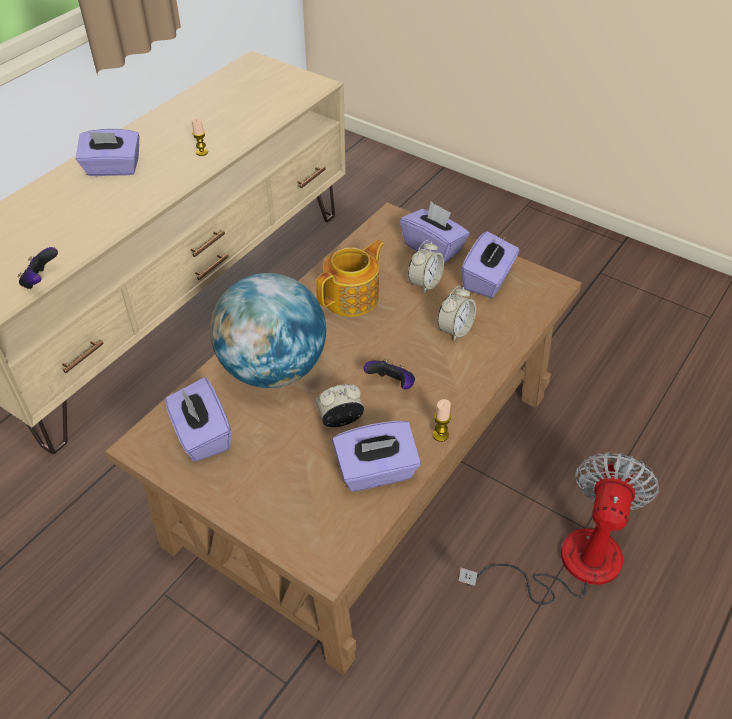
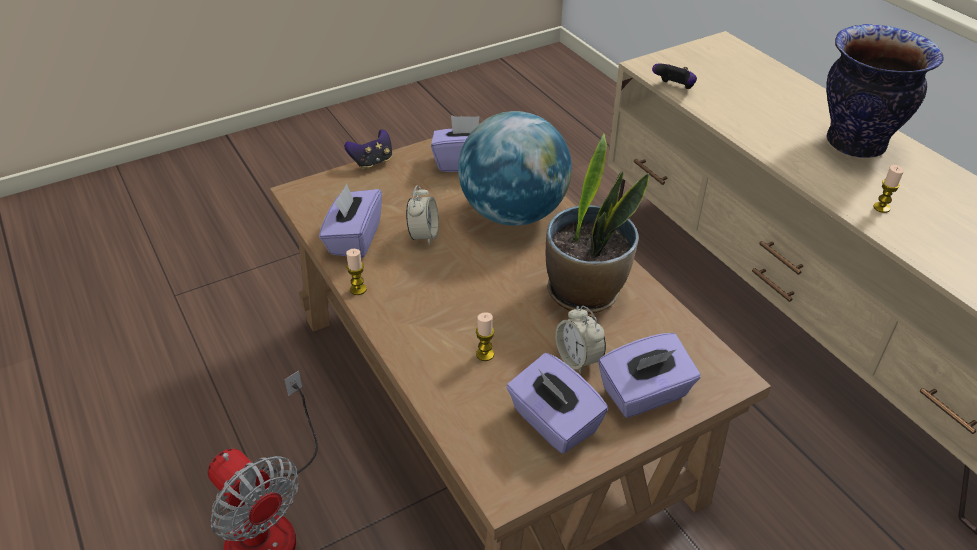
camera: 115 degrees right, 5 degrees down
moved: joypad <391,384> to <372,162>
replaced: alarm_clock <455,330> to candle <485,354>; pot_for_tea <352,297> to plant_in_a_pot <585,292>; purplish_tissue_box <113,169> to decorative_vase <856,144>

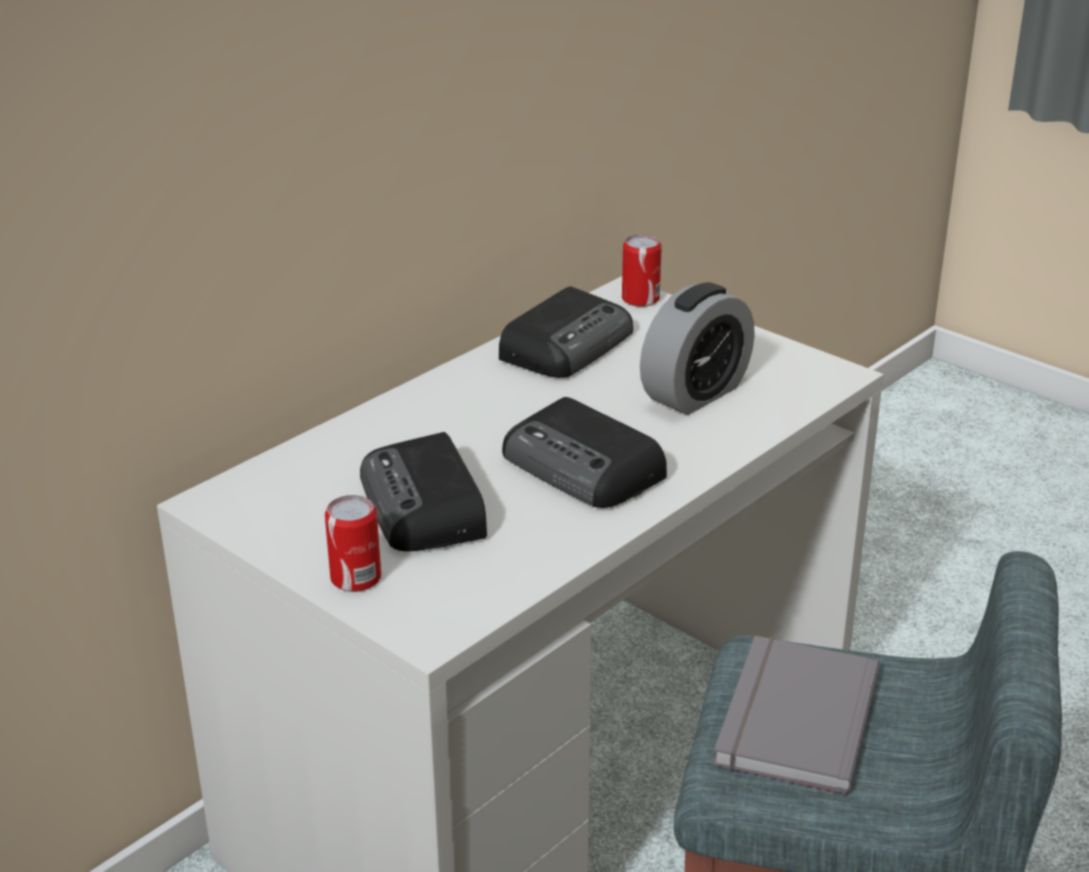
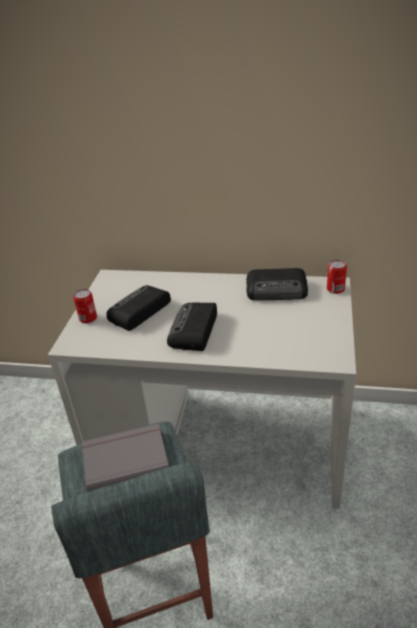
camera: 60 degrees right, 5 degrees up
removed: alarm_clock <695,393>

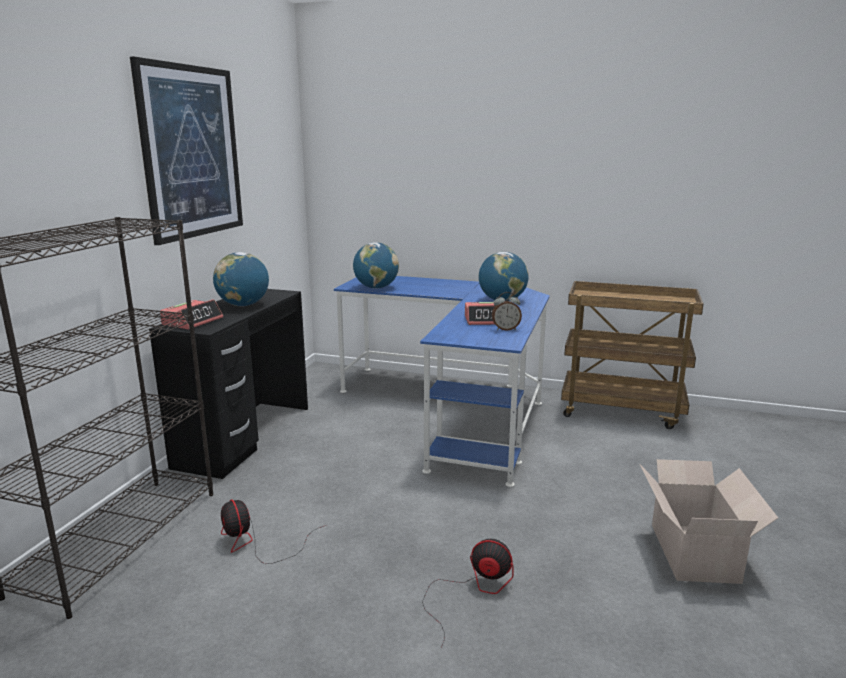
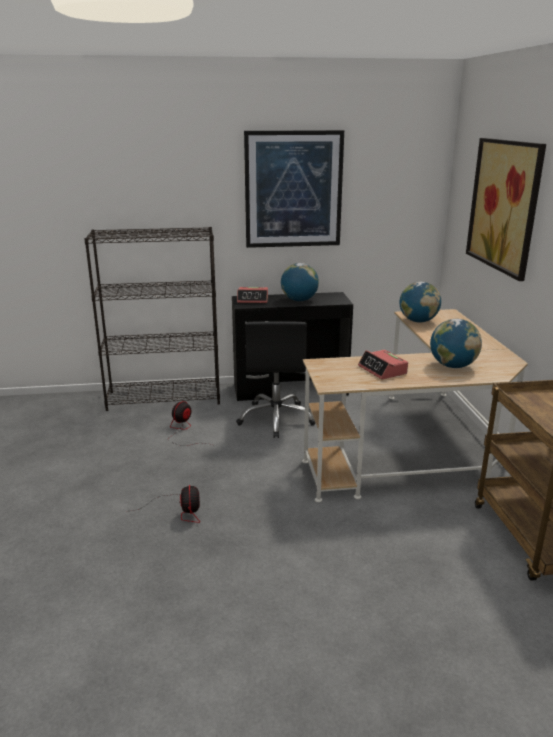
camera: 65 degrees right, 5 degrees up
removed: alarm_clock <505,329>; cardboard_box <693,551>
added: black_office_chair <276,419>; picture <504,205>
recoloured: blue-coloured_desk_table <454,409> to beige_desk_table <418,448>

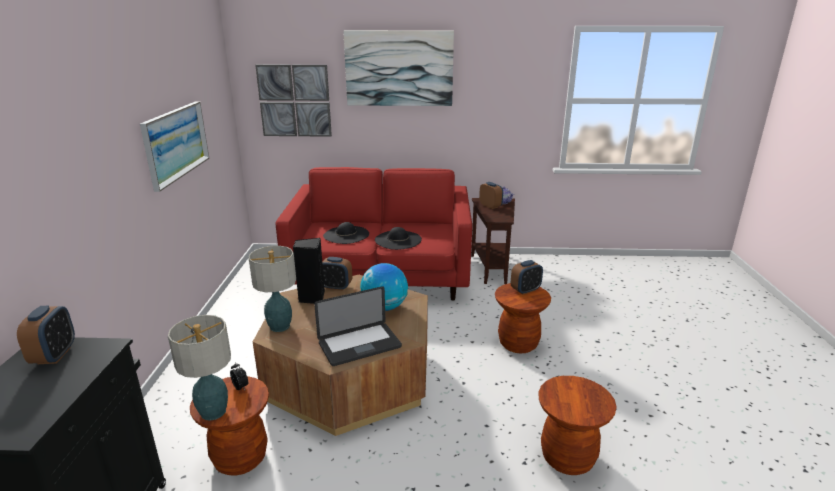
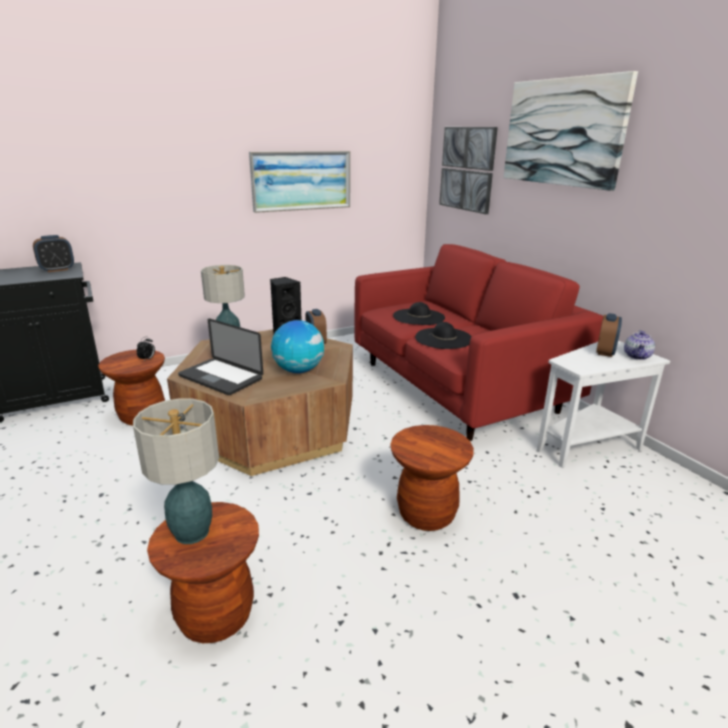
camera: 60 degrees right, 0 degrees up
removed: alarm_clock <525,290>
moved: tabletop_lamp <212,412> to <191,532>
recoloured: brownish_side_table <492,267> to whitish_side_table <587,445>

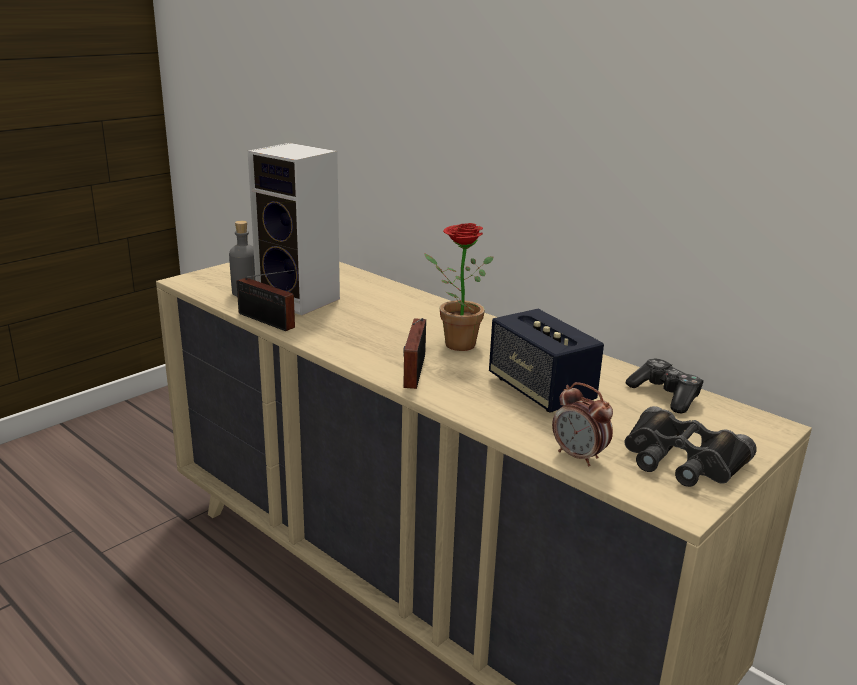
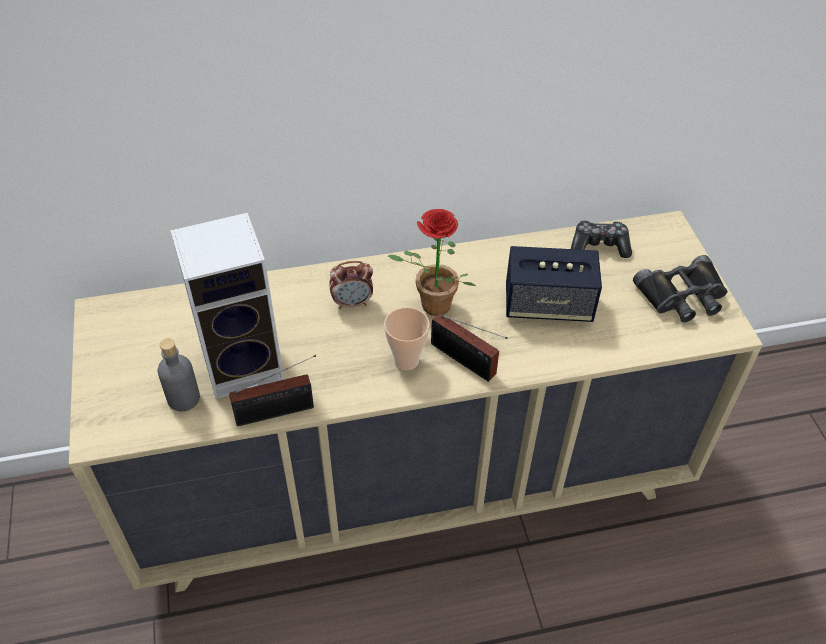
camera: 55 degrees left, 25 degrees up
added: cup <406,360>
moved: alarm_clock <579,456> to <352,303>

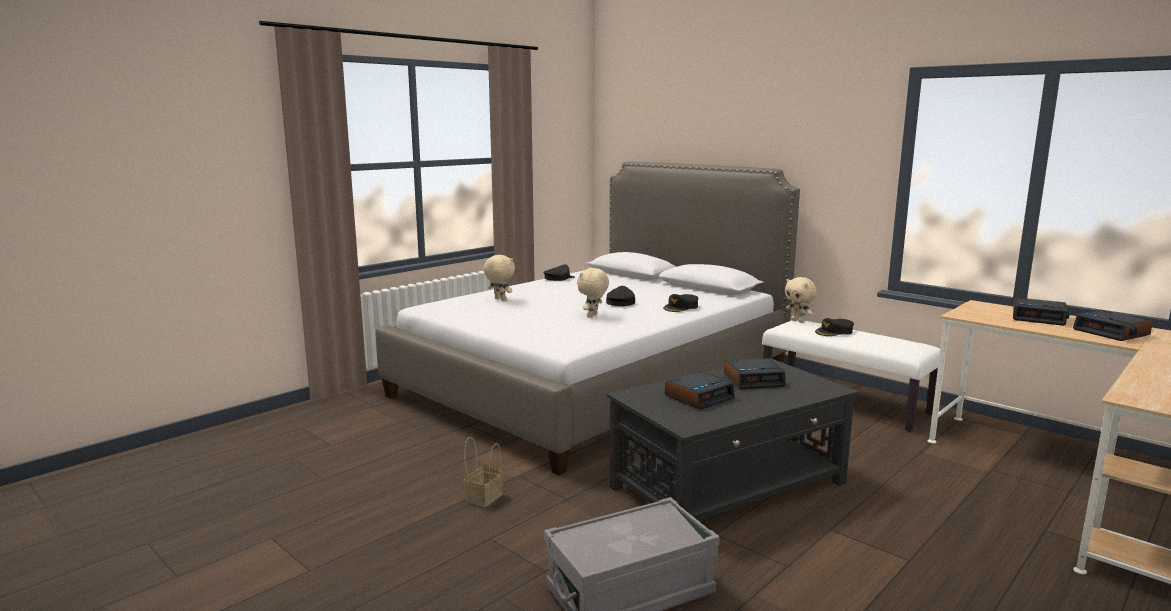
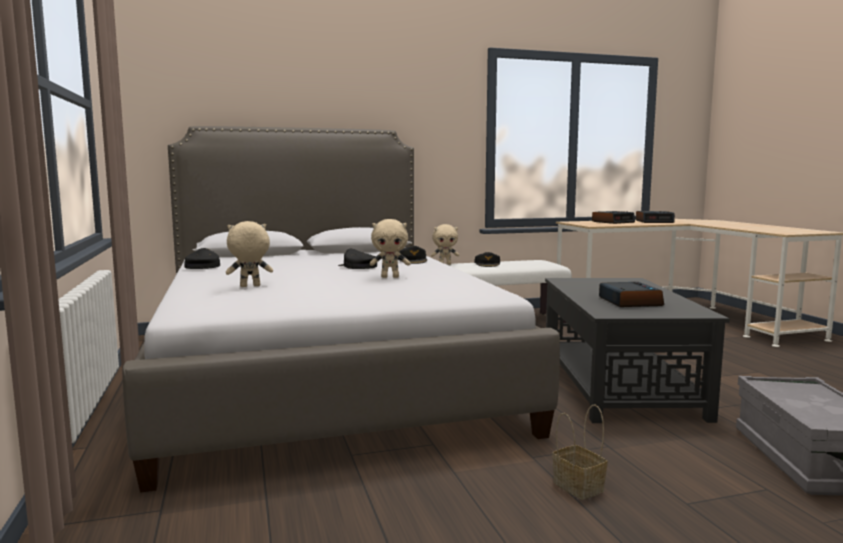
camera: 60 degrees left, 5 degrees down
removed: alarm_clock <754,380>
turned: beige_cuddly_toy <593,316> = <390,277> 60 degrees counterclockwise

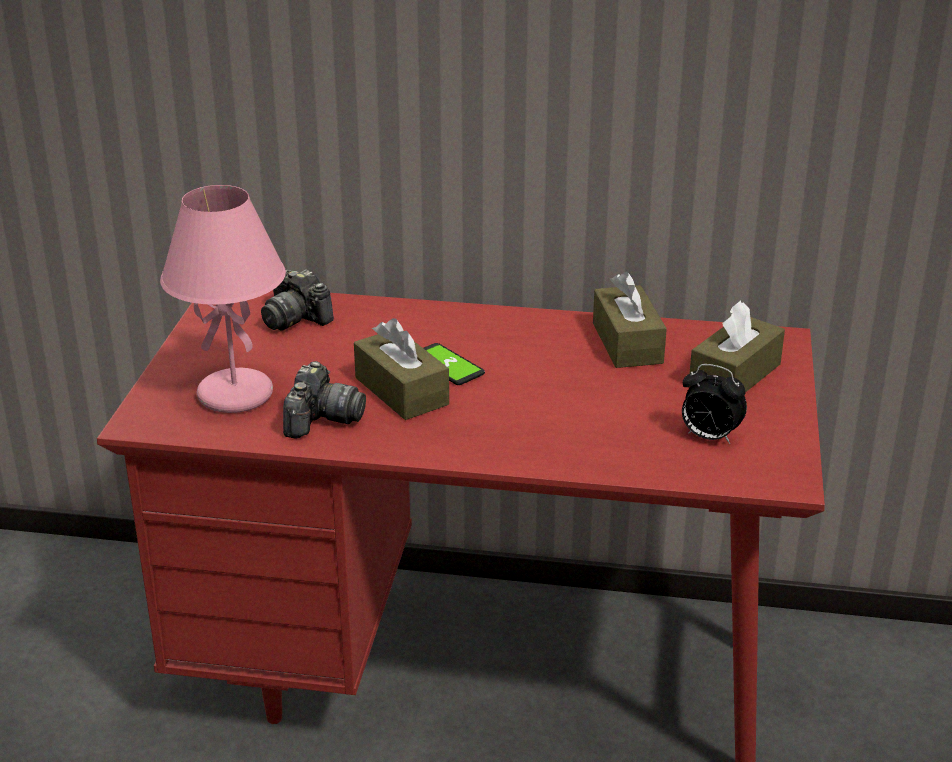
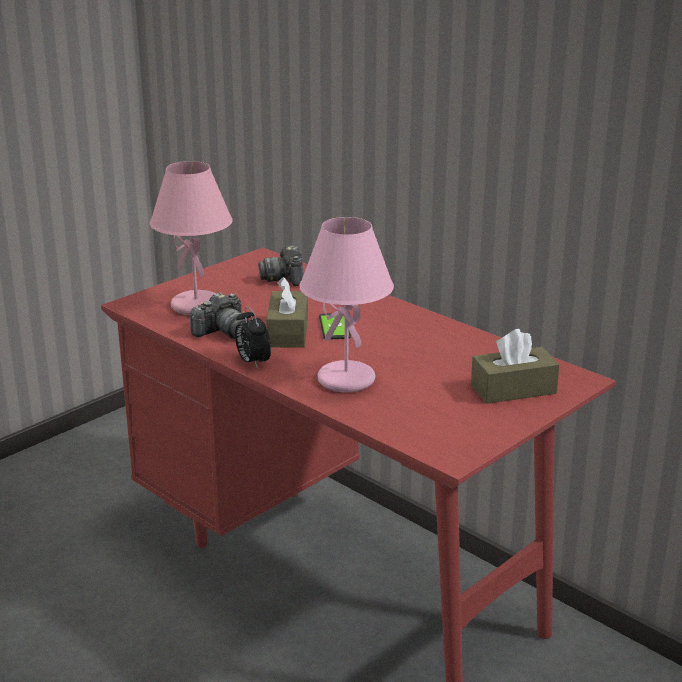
camera: 35 degrees right, 5 degrees down
removed: brownish_tissue_box <627,343>
added: pink-coloured_tabletop_lamp <347,379>
moved: alarm_clock <708,437> to <252,362>

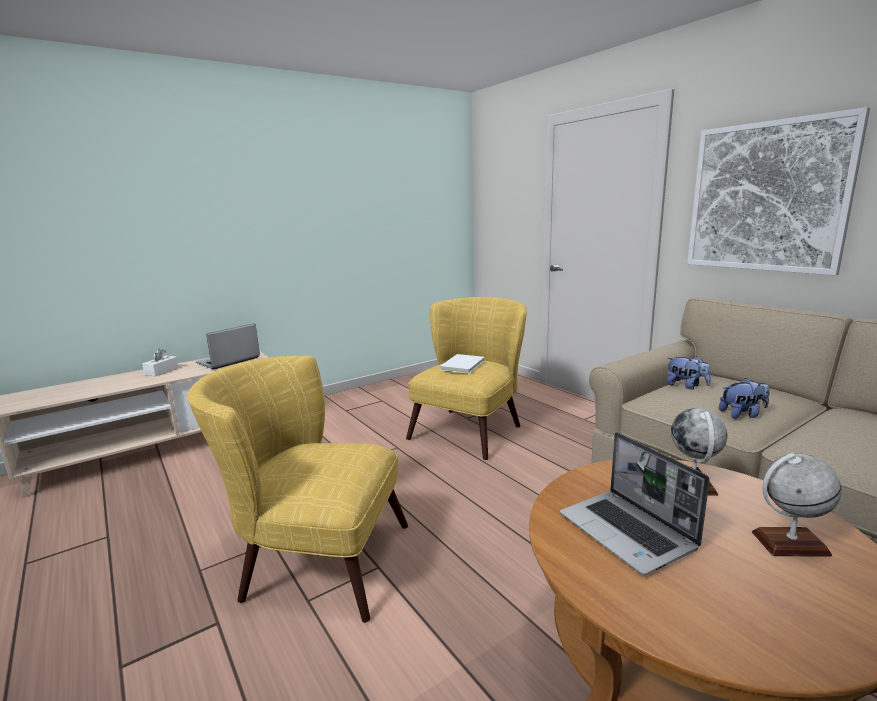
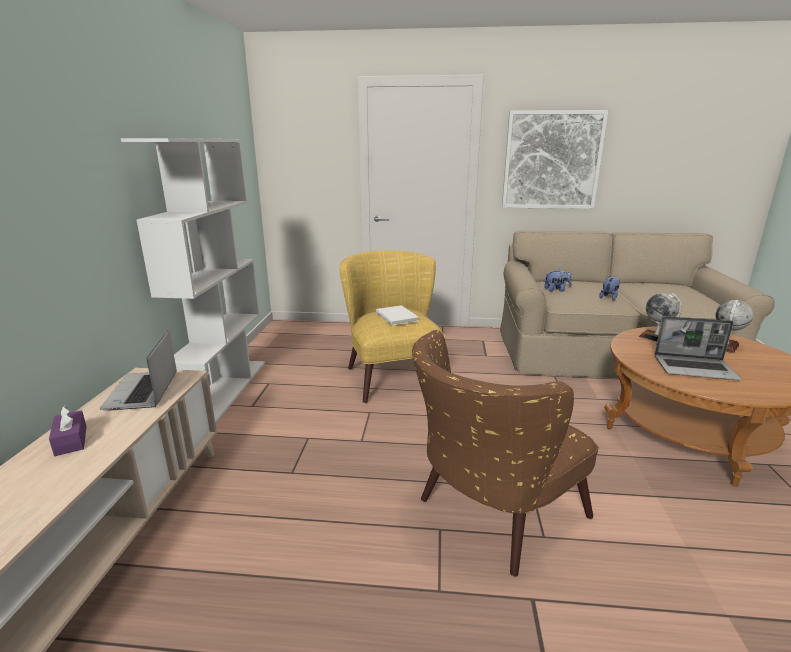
camera: 50 degrees left, 5 degrees up
added: whitish_shelving_unit <225,389>
recoloured: whitish_tissue_box <162,371> to purplish_tissue_box <71,440>; yellow-coloured_lounge_chair <312,559> to brownish_lounge_chair <490,515>

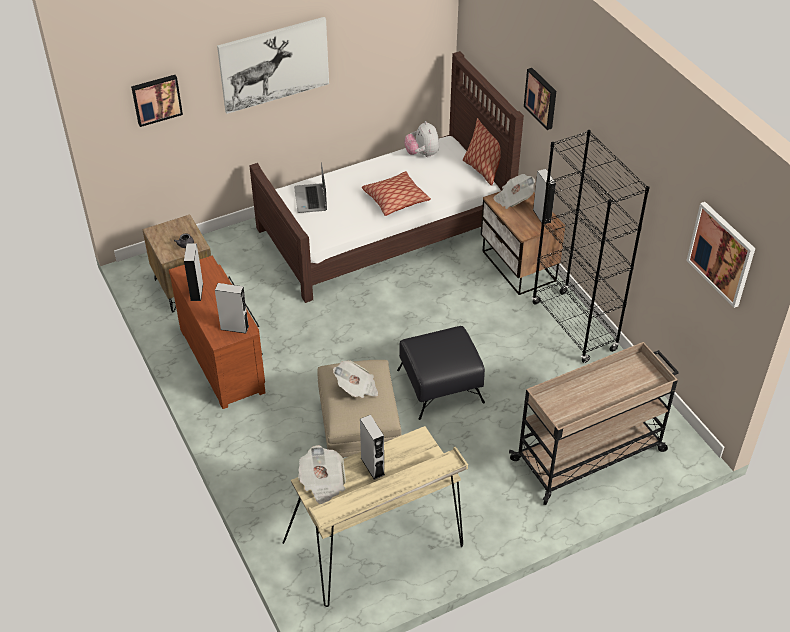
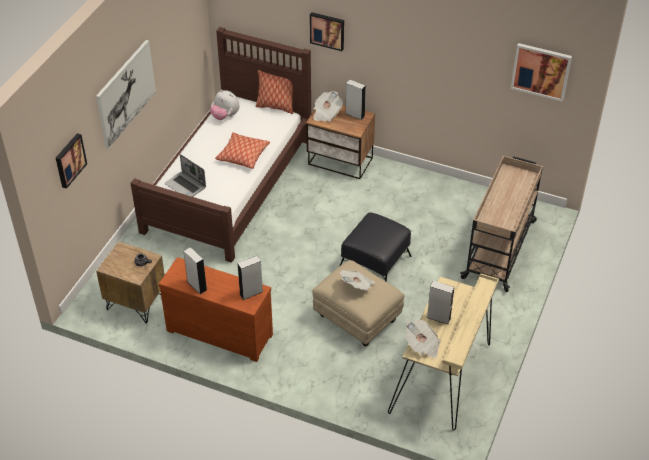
camera: 40 degrees left, 0 degrees up
removed: black_shelving_unit <574,327>

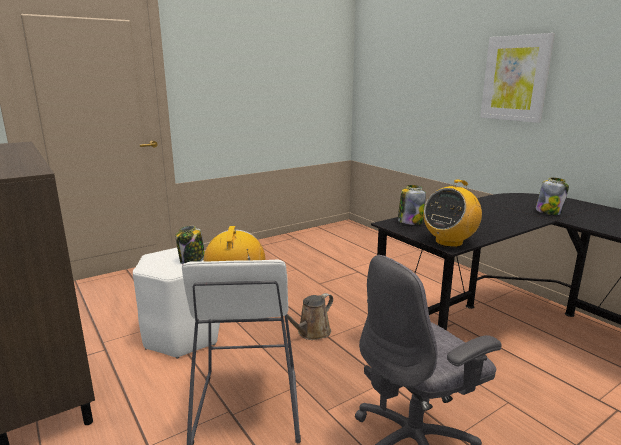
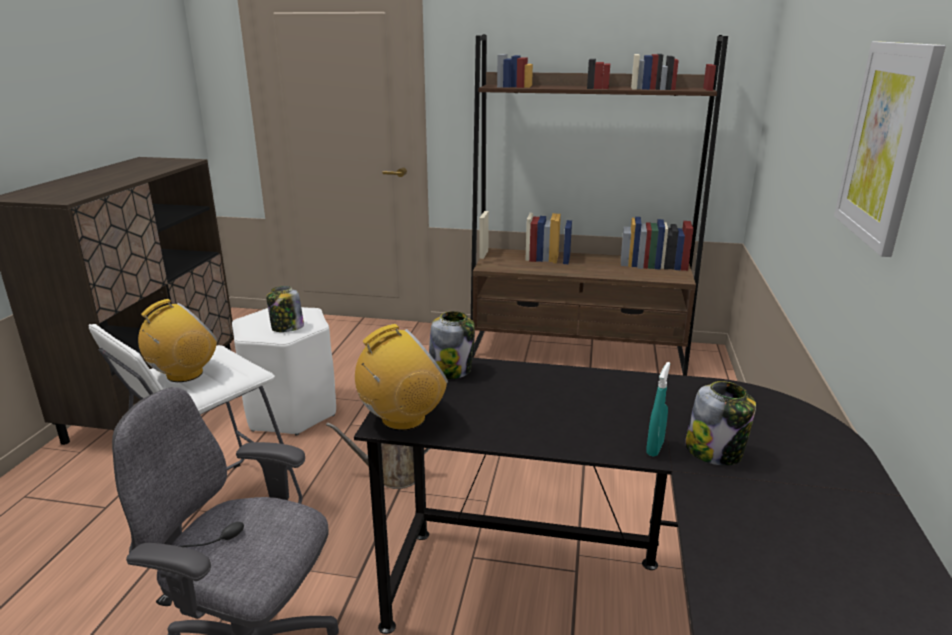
camera: 45 degrees right, 5 degrees up
added: brownish_shelving_unit <577,351>; turquoise-coloured_sprayer <655,448>
turned: radio_receiver <449,242> = <402,419> 150 degrees clockwise

